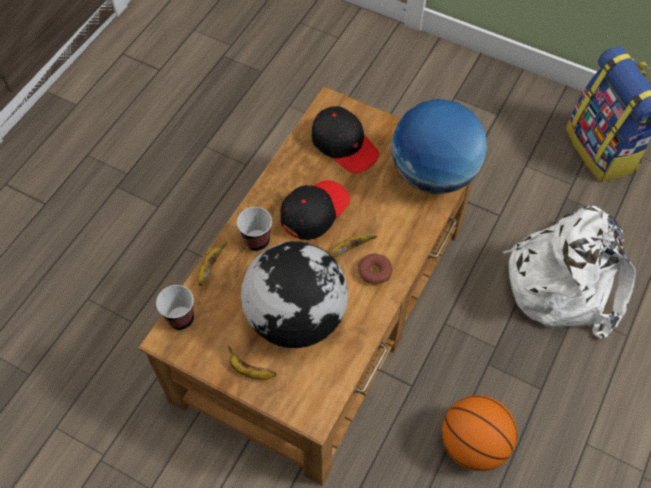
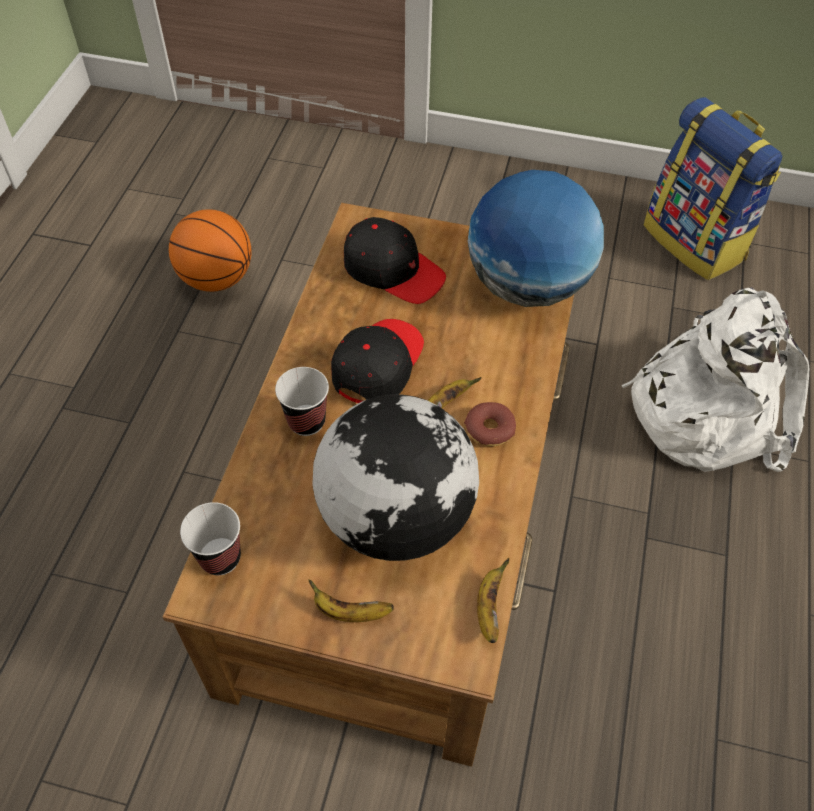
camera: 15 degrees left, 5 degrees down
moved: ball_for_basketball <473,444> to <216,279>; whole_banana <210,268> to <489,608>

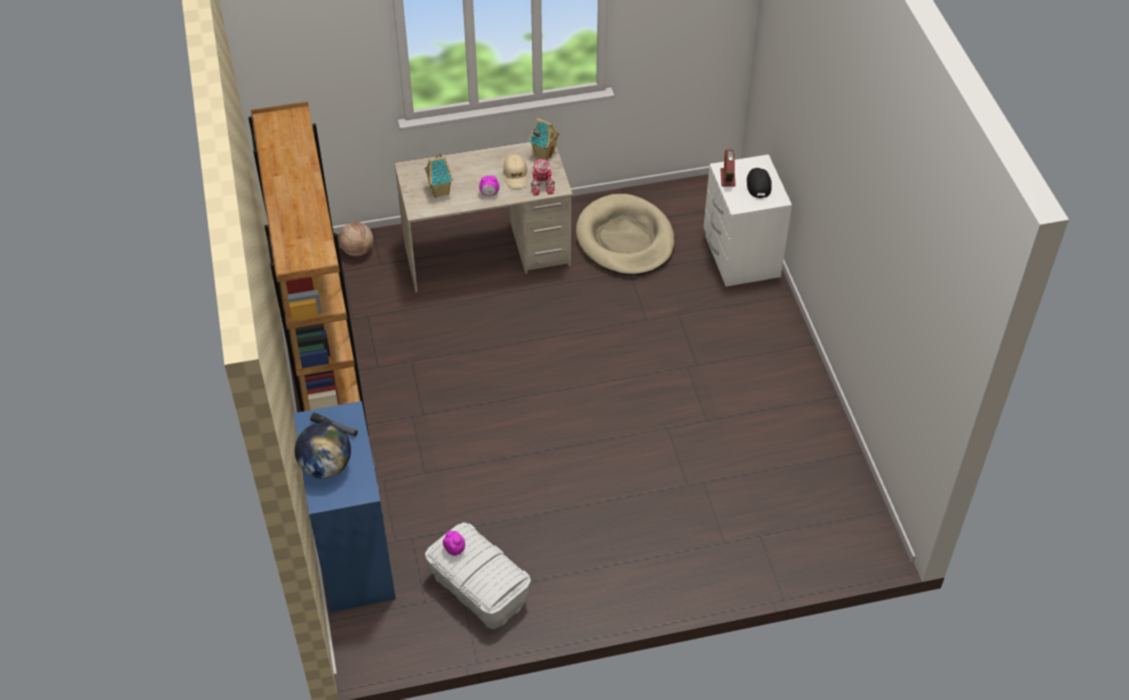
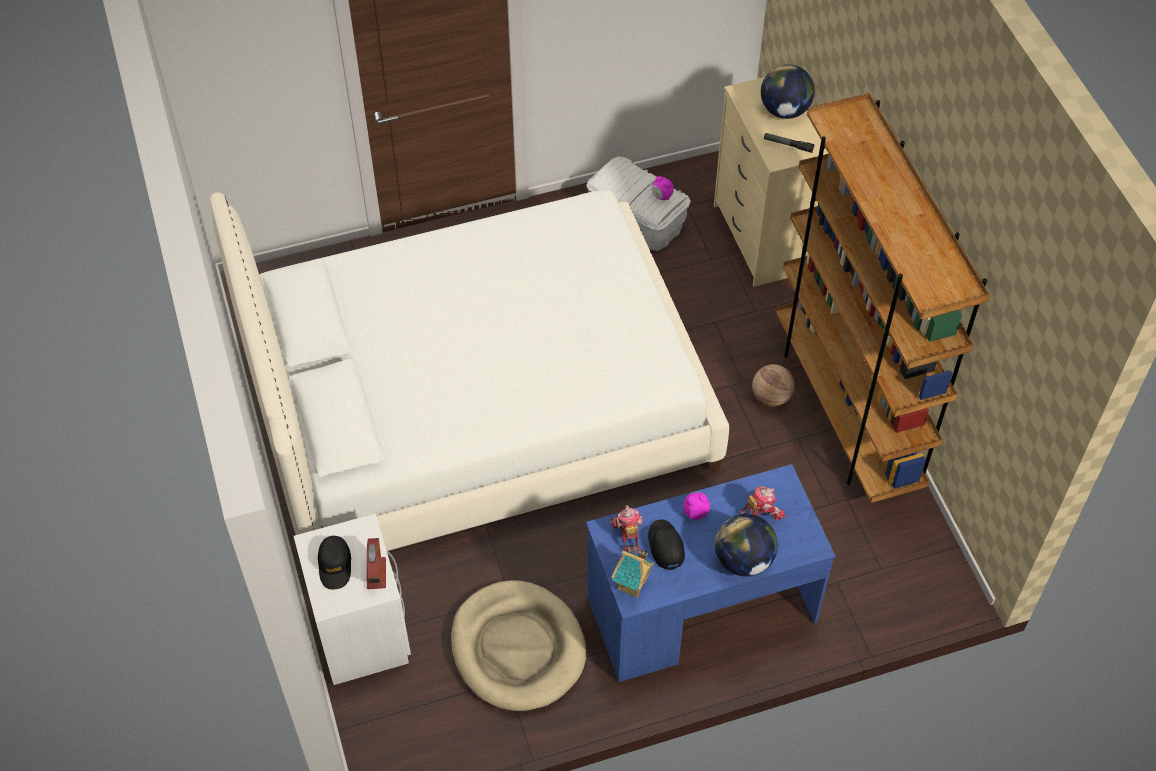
camera: 175 degrees right, 5 degrees up
added: whitish_bed <478,407>; globe <743,560>
moved: ball_for_basketball <357,251> to <771,397>
replaced: model_house <440,191> to robot_figure <760,511>
recoloured: beige_desk_table <486,253> to blue-coloured_desk_table <701,610>; beige_peaked_cap <516,175> to black_peaked_cap <665,546>; blue-coloured_drawer_chest <356,557> to beige_drawer_chest <761,238>

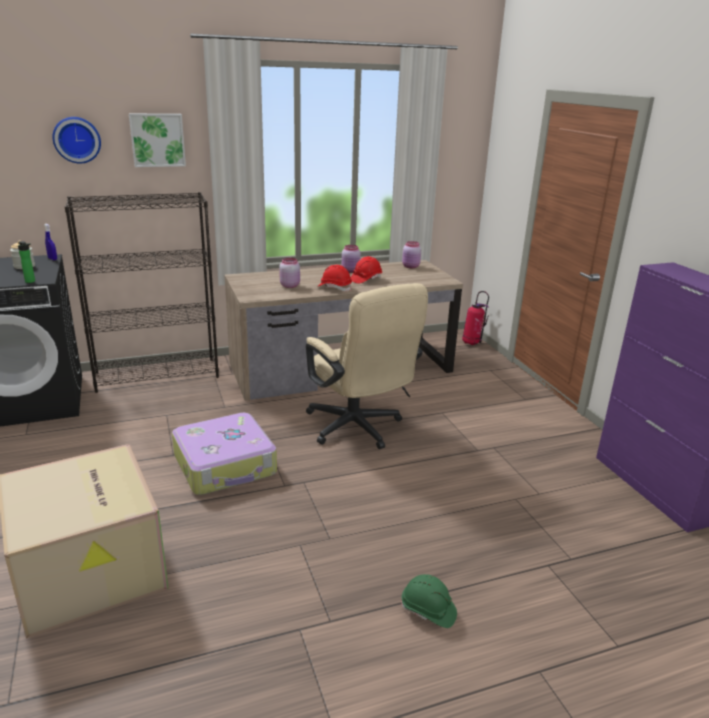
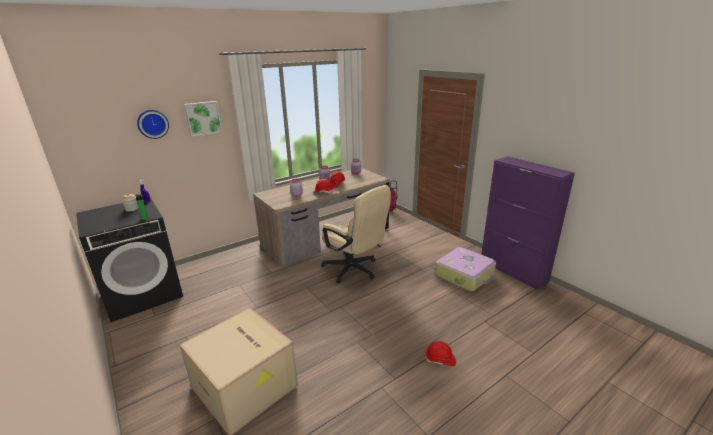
camera: 15 degrees left, 0 degrees up
removed: black_shelving_unit <158,375>
moved: suitcase <226,465> to <465,275>
recoloured: green-coloured_work_helmet <428,610> to red-coloured_work_helmet <440,360>

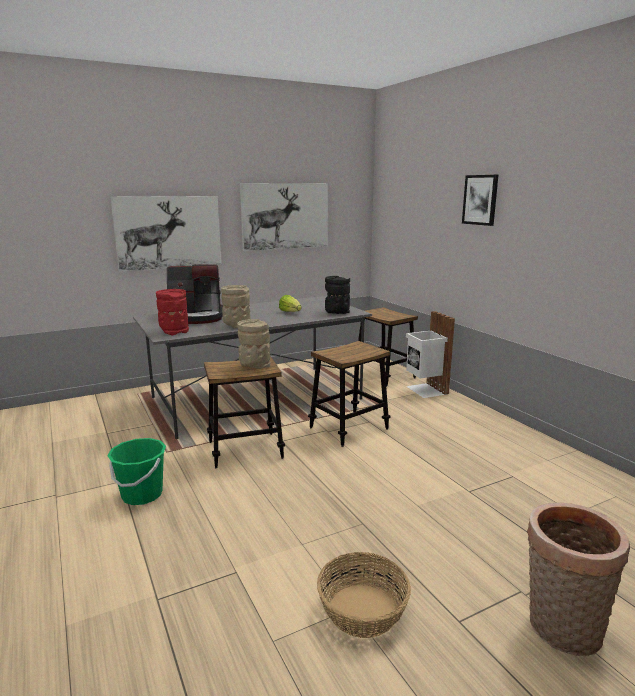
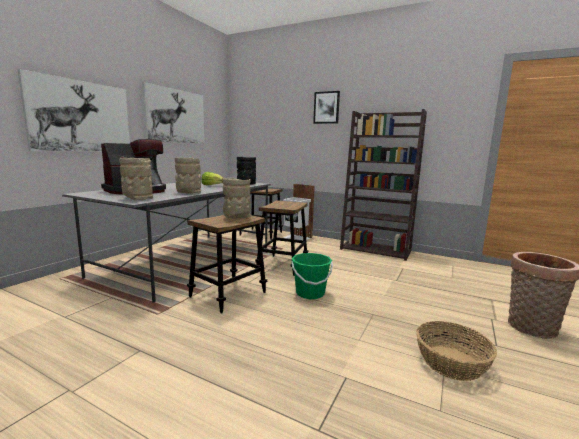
camera: 35 degrees left, 5 degrees down
added: brownish_shelving_unit <376,250>
moved: green-coloured_water_bucket <142,495> to <310,293>
recoloured: red-coloured_decorative_vase <174,331> to beige_decorative_vase <137,198>

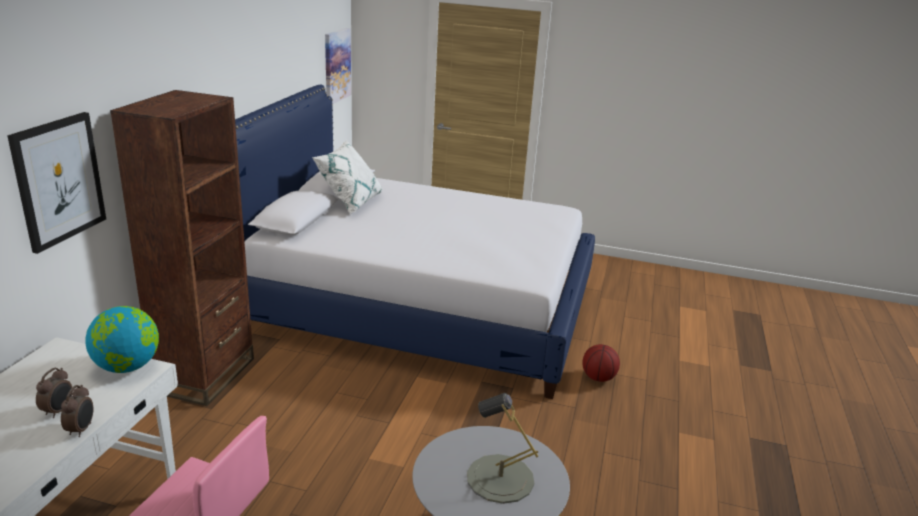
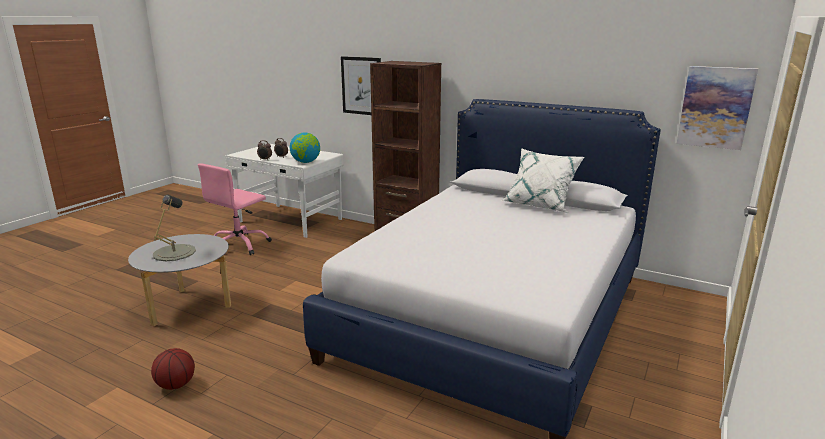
camera: 105 degrees right, 5 degrees down
moved: ball_for_basketball <598,378> to <176,385>

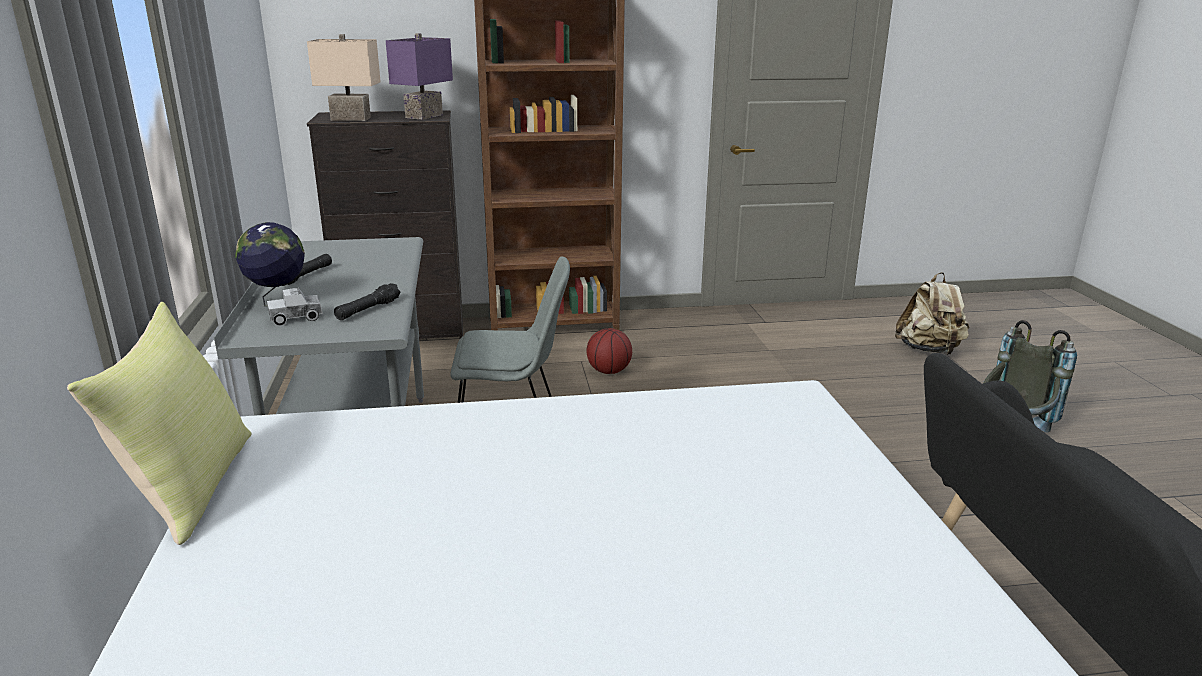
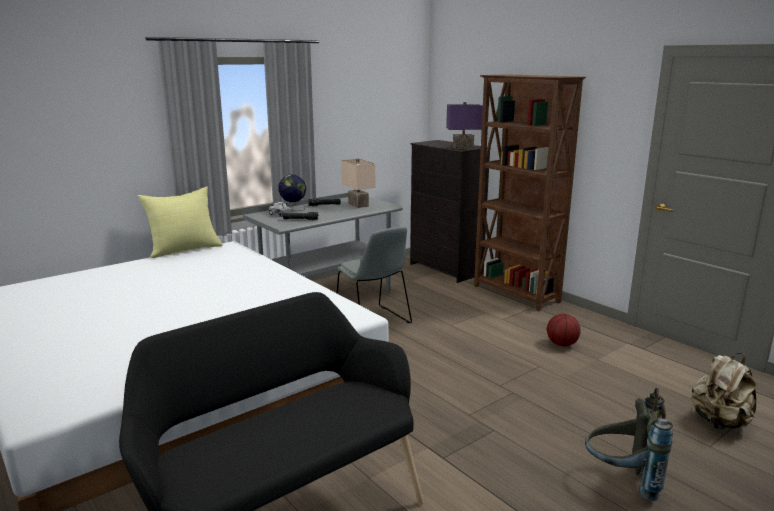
camera: 60 degrees right, 5 degrees down
moved: beige_tabletop_lamp <352,118> to <359,205>; ball_for_basketball <609,371> to <561,344>

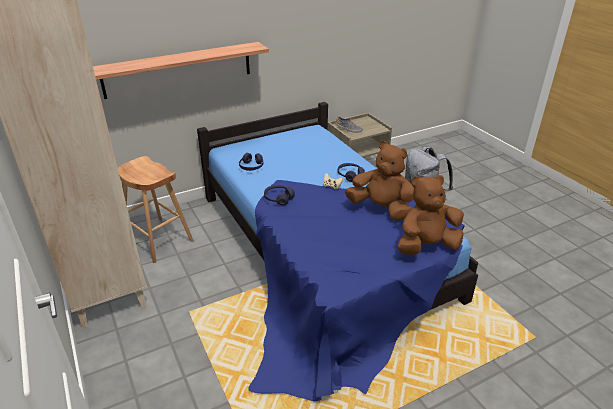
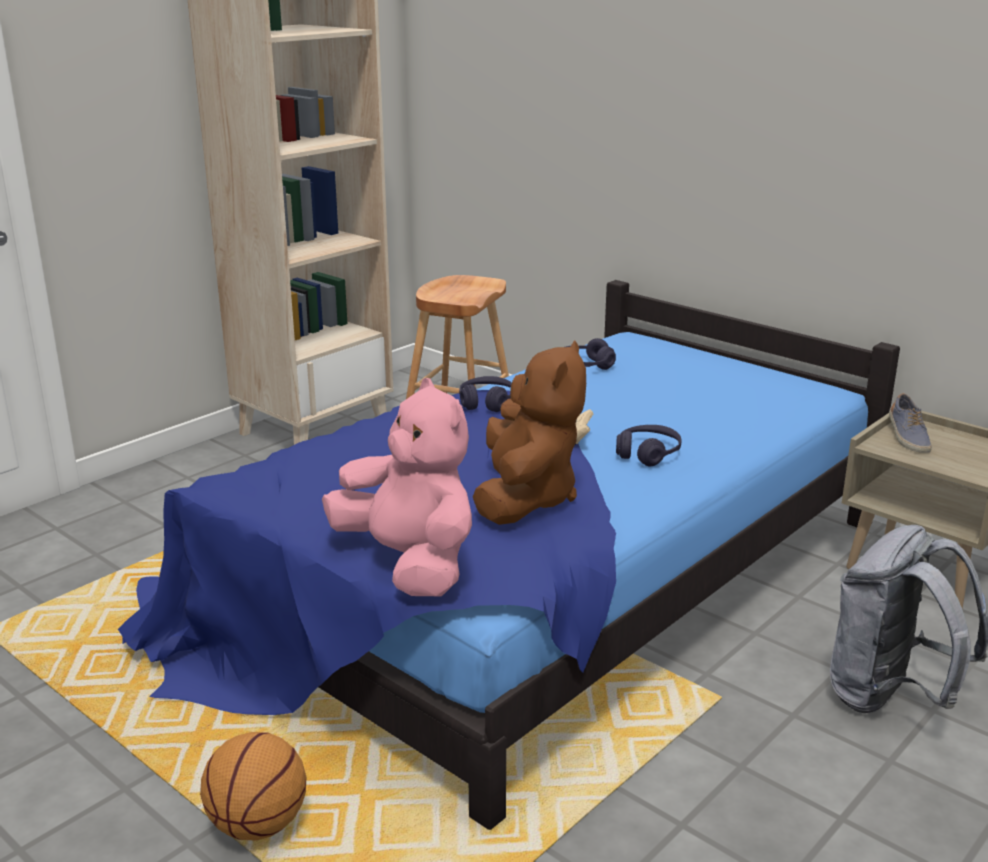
camera: 70 degrees right, 10 degrees down
removed: shelf <178,70>
added: ball_for_basketball <257,824>
recoloured: brownish_cuddly_toy <426,246> to pink-coloured_cuddly_toy <410,563>

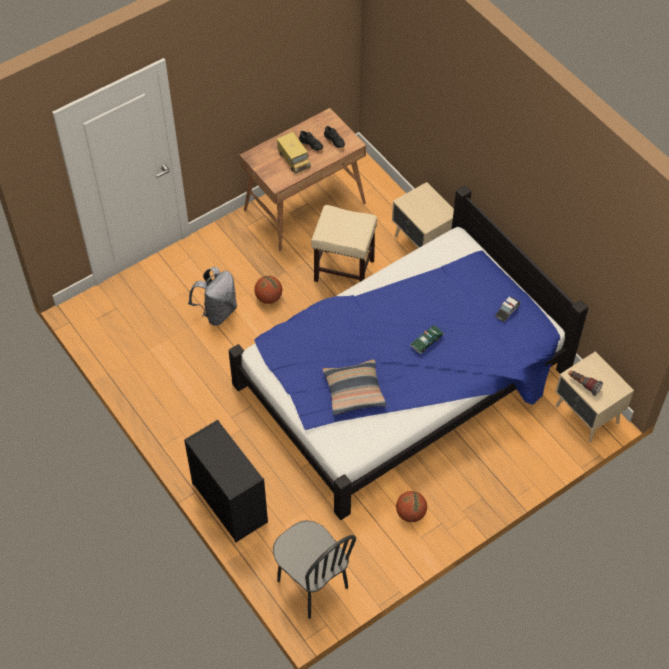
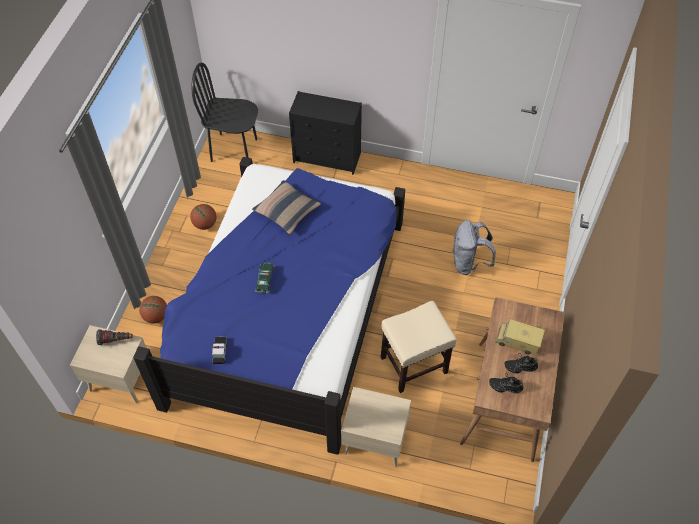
camera: 140 degrees right, 0 degrees up
moved: ball_for_basketball <268,298> to <156,316>

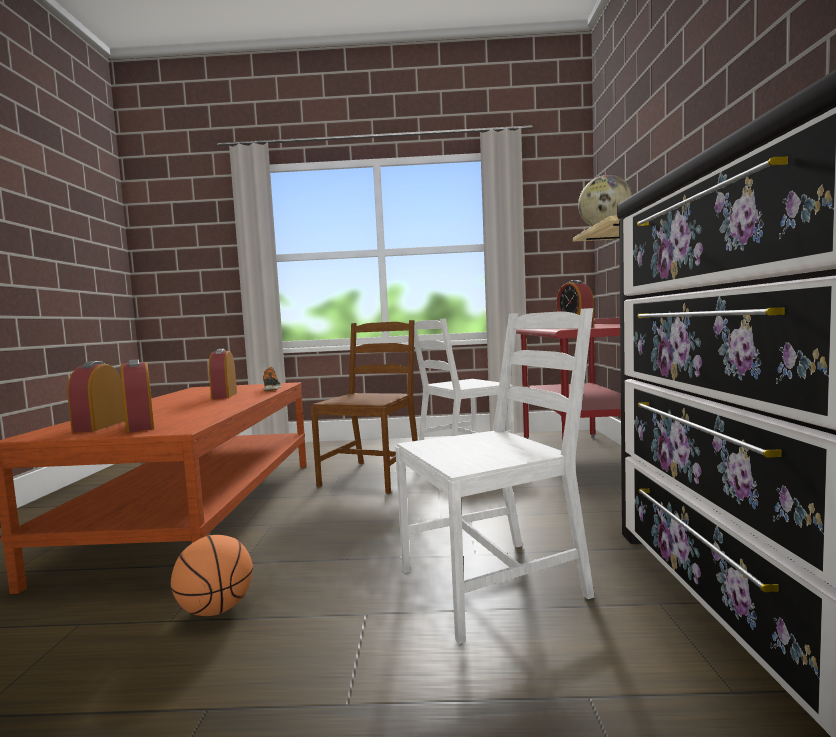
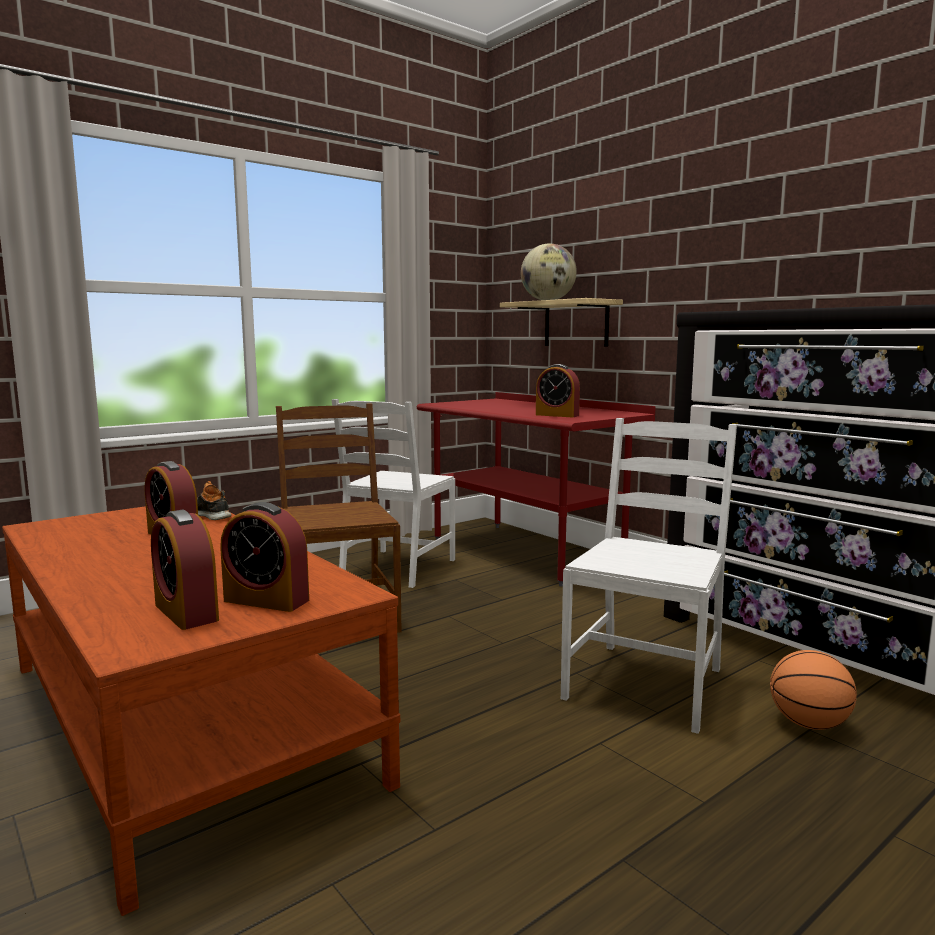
camera: 40 degrees left, 5 degrees up
moved: ball_for_basketball <216,610> to <809,724>

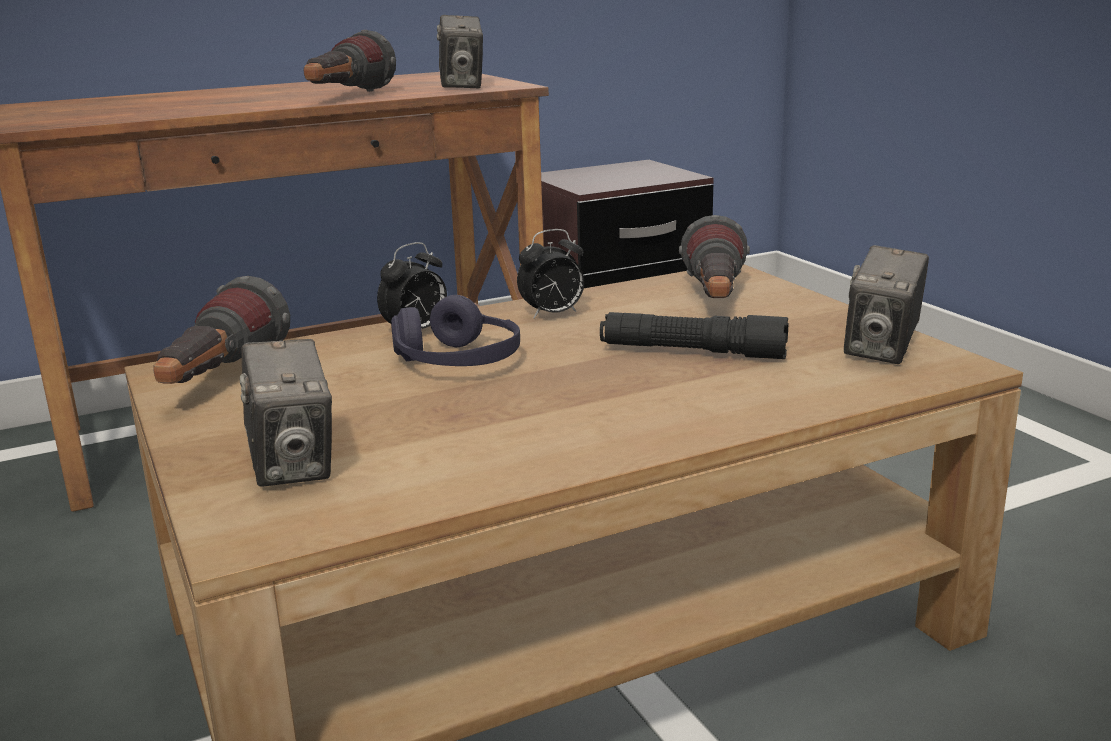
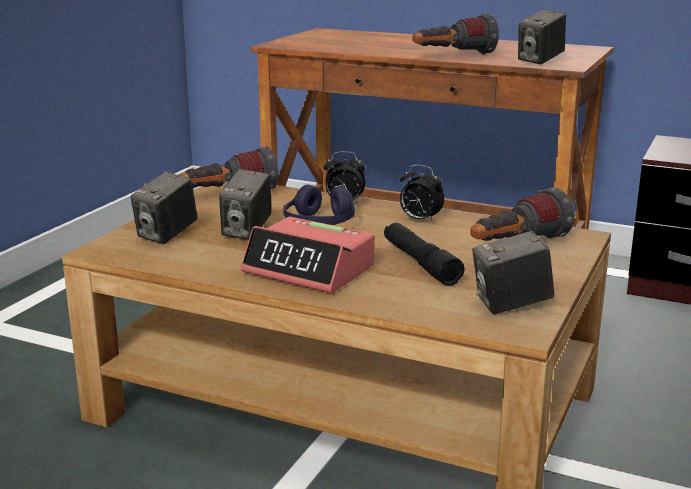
camera: 50 degrees right, 0 degrees up
added: photo_camera <247,232>; alarm_clock <310,270>

